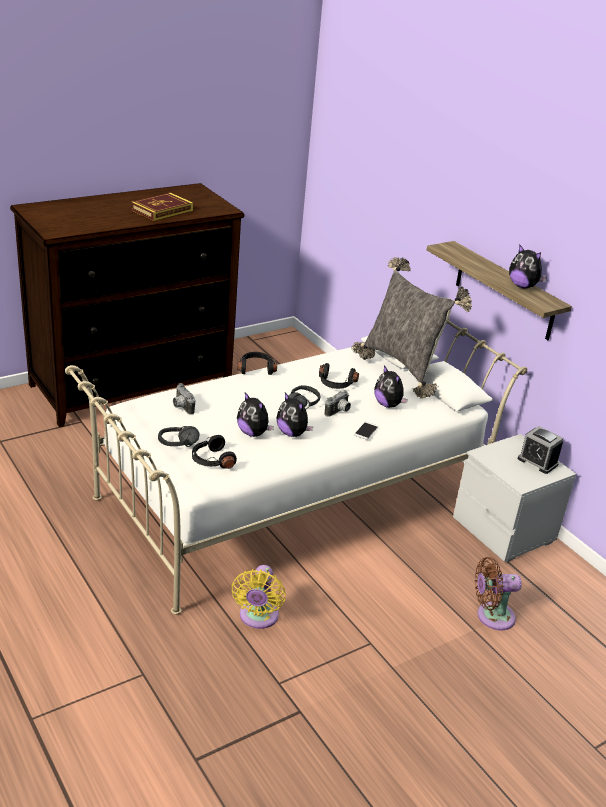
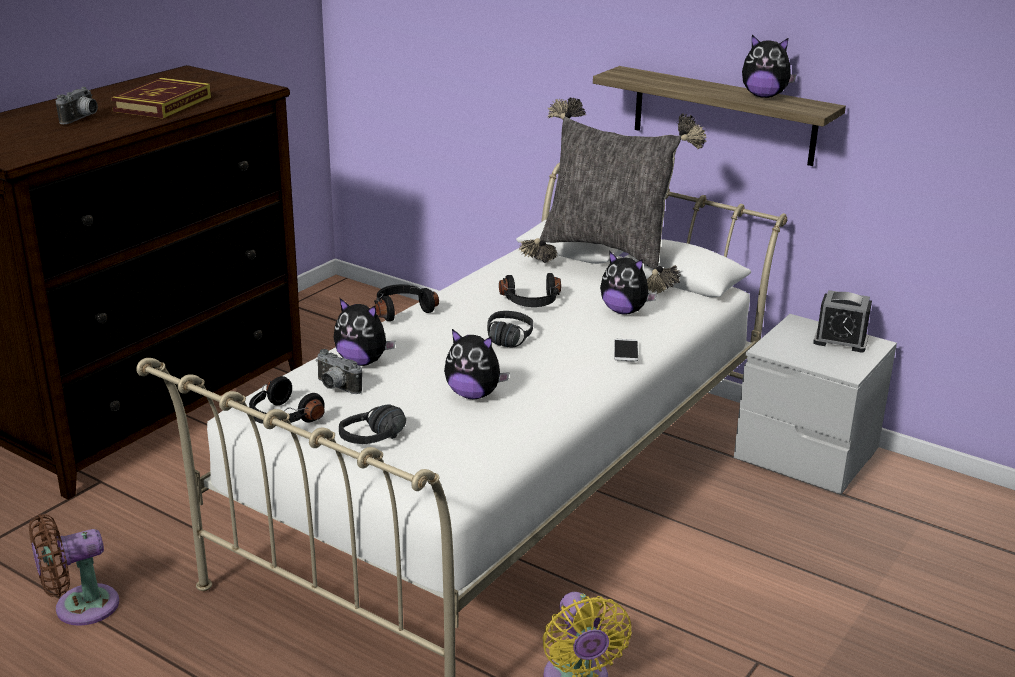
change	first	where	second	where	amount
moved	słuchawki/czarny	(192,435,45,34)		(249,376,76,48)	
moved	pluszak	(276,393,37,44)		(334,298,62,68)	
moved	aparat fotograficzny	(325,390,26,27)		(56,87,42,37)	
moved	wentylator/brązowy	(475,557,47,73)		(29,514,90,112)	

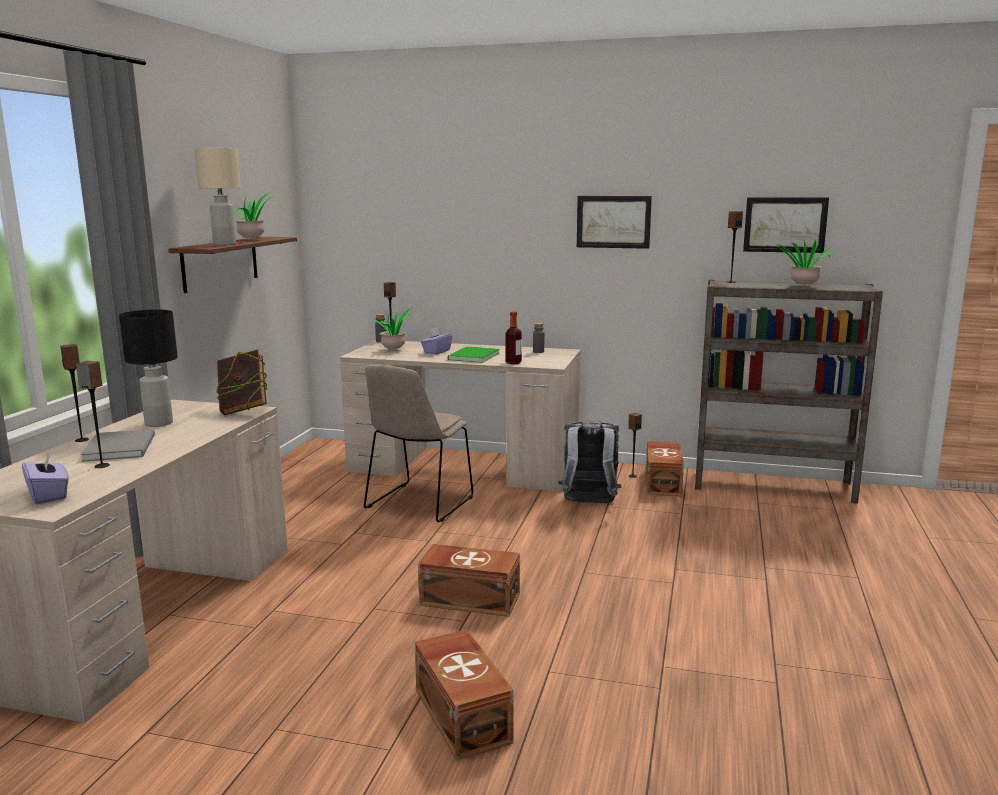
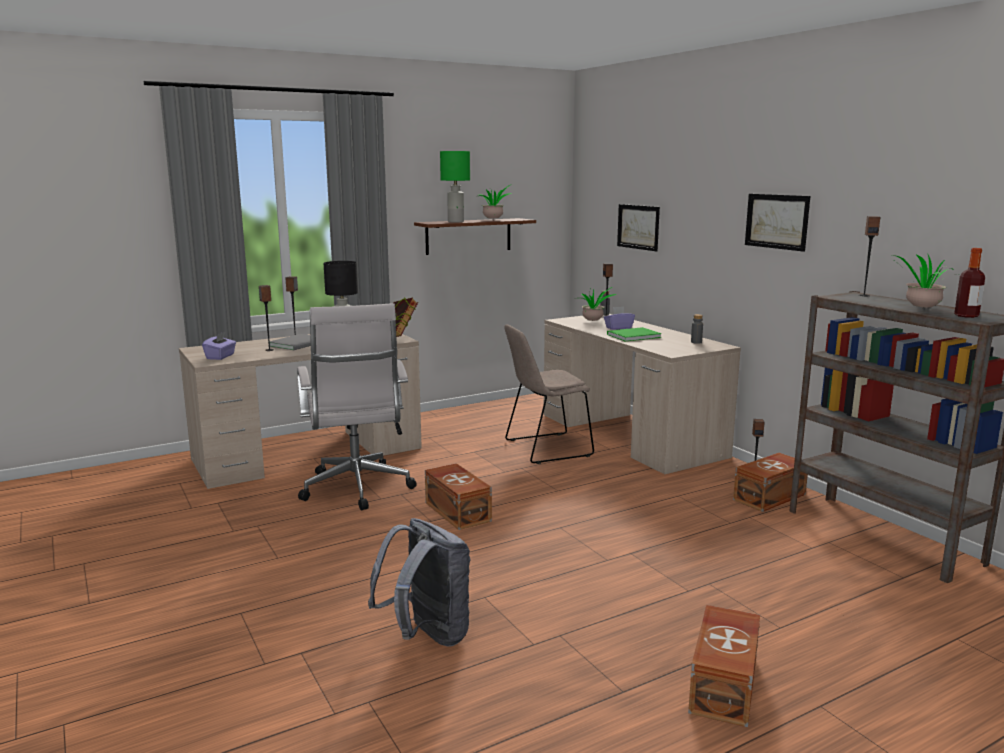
change	first	where	second	where	amount
added			krzesło biurowe/biały	(297,303,120,208)	
moved	pojemnik do przechowywania/brązowy	(415,630,99,131)		(688,605,72,122)	
moved	butelka	(505,311,17,53)		(954,248,31,70)	
moved	plecak/szary	(558,420,63,83)		(368,518,103,129)	
moved	obraz	(743,197,86,56)		(617,204,43,47)	
recoloured	lampa stołowa/beżowy	(195,148,46,97)	lampa stołowa/zielony	(440,151,30,71)	

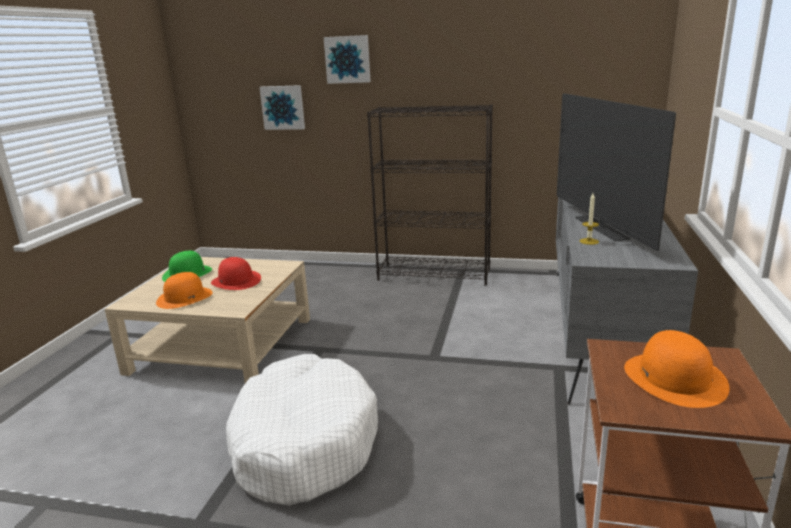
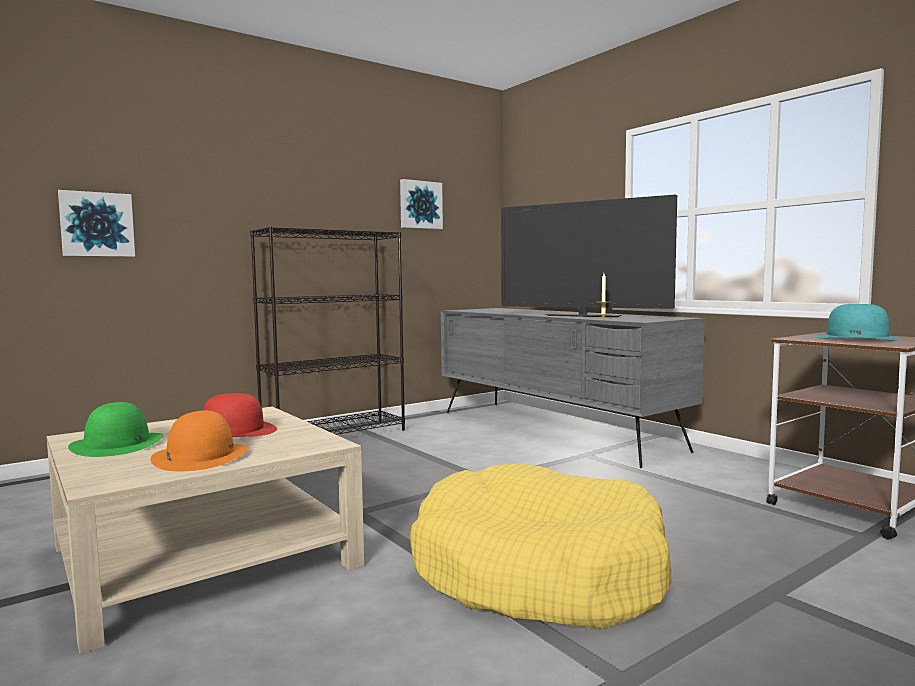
change	first	where	second	where	amount
moved	obraz	(324,35,47,49)		(400,179,43,51)	
recoloured	legowisko/biały	(226,354,152,152)	legowisko/żółty	(410,464,261,165)	
recoloured	kapelusz/pomarańczowy	(624,330,106,78)	kapelusz/turkusowy	(814,304,89,37)	

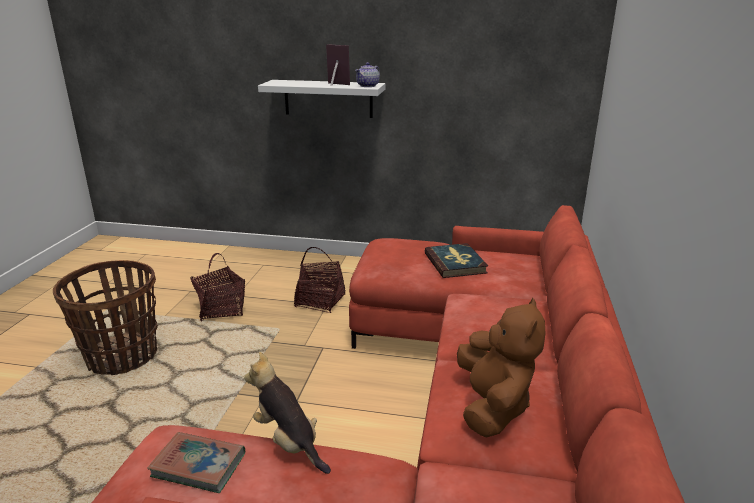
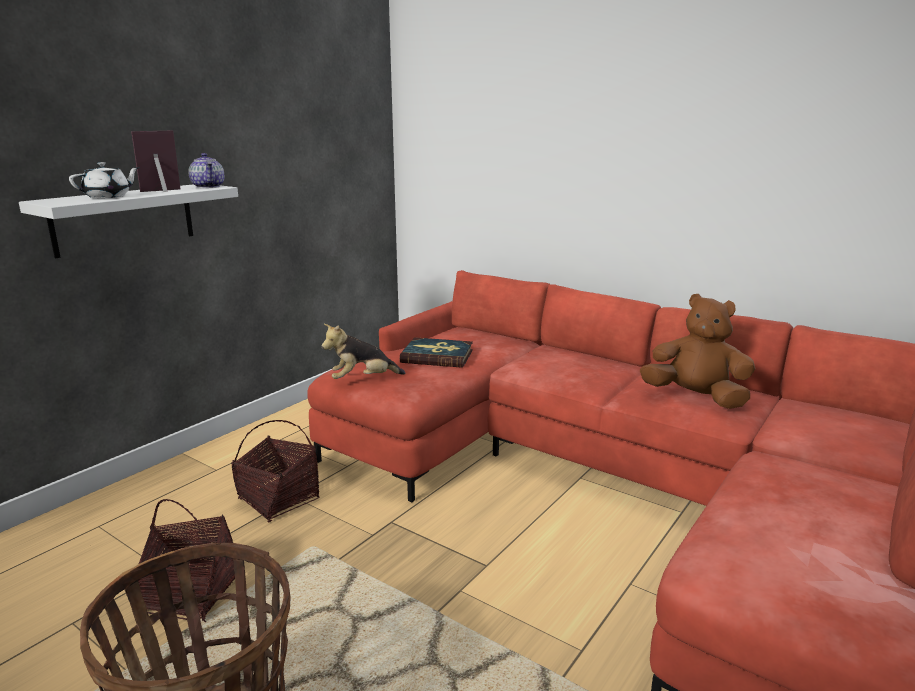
change	first	where	second	where	amount
removed	książka	(147,432,98,61)			
added			imbryk/biały	(69,162,71,36)	
moved	pluszak	(244,352,87,122)		(322,324,84,55)	

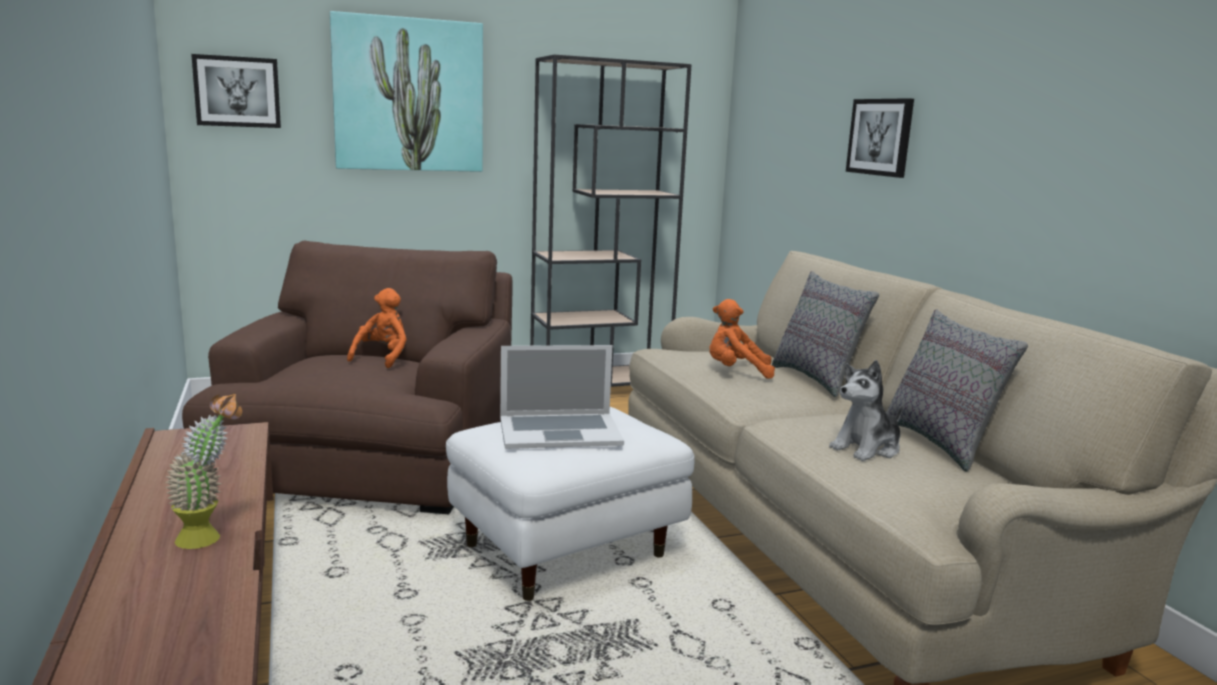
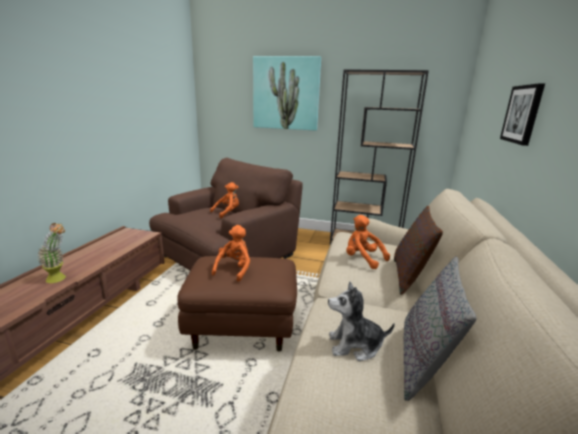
change	first	where	second	where	amount
removed	obraz	(191,54,90,74)			
replaced	laptop	(500,345,124,104)	pluszak/pomarańczowy	(212,225,38,57)	
recoloured	pufa/biały	(446,407,249,194)	pufa/brązowy	(177,256,120,95)	
recoloured	poduszka/szary	(772,271,107,126)	poduszka/brązowy	(394,206,49,89)	

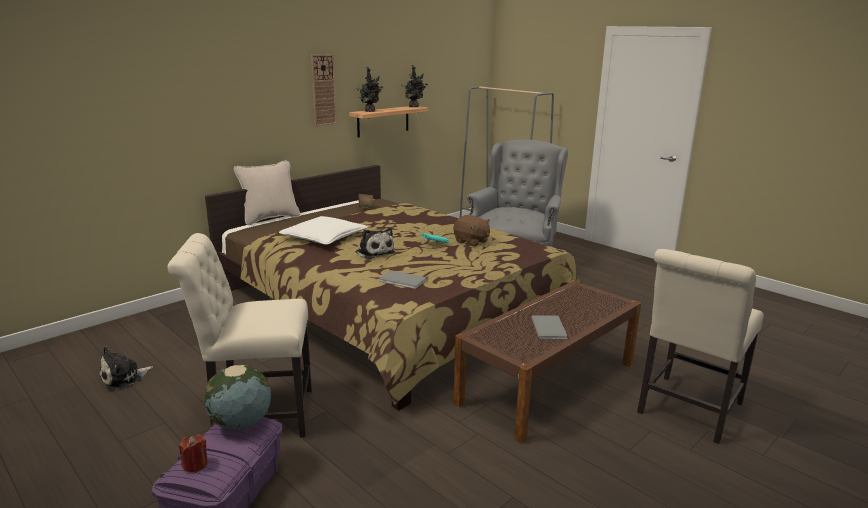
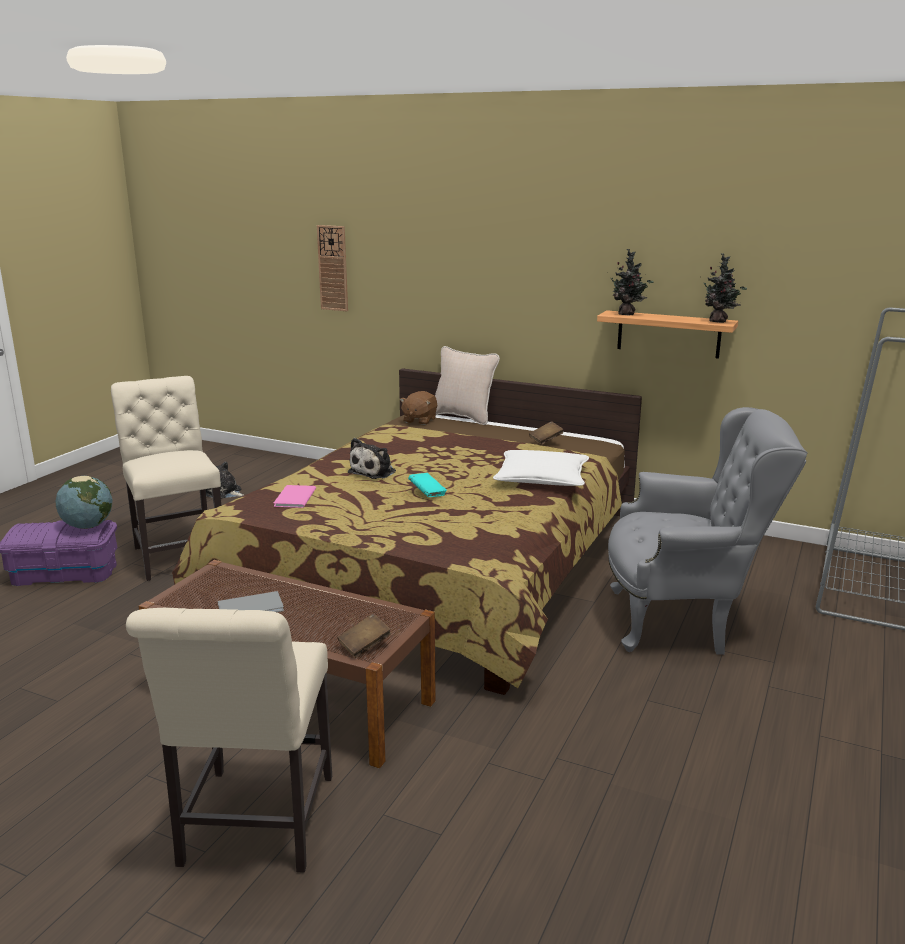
change	first	where	second	where	amount
removed	świeca/czerwony	(179,434,28,39)			
added			książka/brązowy	(337,613,54,45)	
moved	poduszka/biały	(279,216,89,29)		(493,450,96,36)	
moved	zegar ścienny	(311,54,26,72)		(317,225,31,86)	
moved	pluszak/brązowy	(453,215,37,32)		(400,391,37,34)	
recoloured	książka/szary	(379,270,48,19)	książka/różowy	(274,485,42,23)	
turned	krzesło/beżowy	(637,249,127,195)		(126,608,206,265)	105 degrees counterclockwise

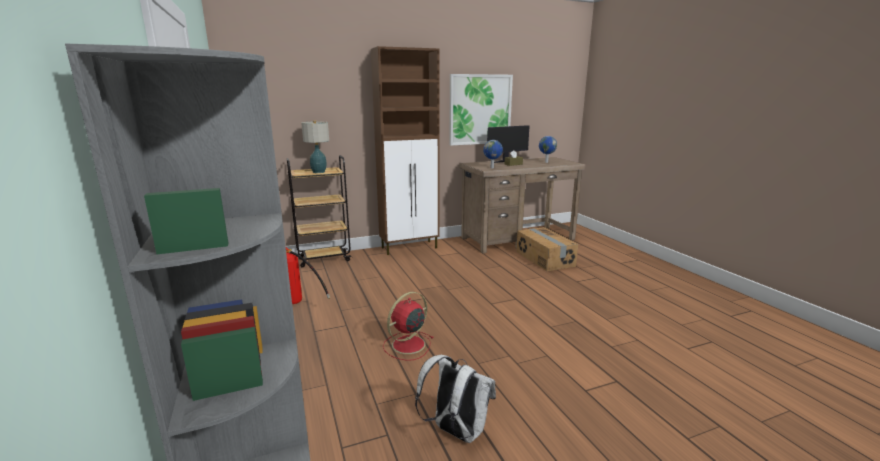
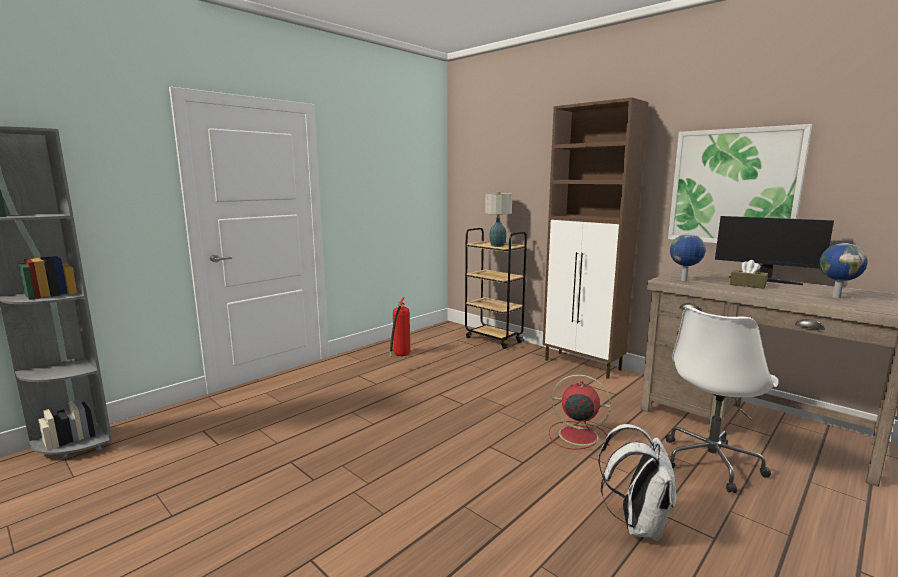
change	first	where	second	where	amount
moved	wentylator/czerwony	(383,292,51,69)		(549,374,62,76)	
moved	plecak/biały	(415,354,81,89)		(598,424,78,117)	
replaced	karton	(516,227,62,44)	krzesło biurowe/biały	(665,307,114,186)	

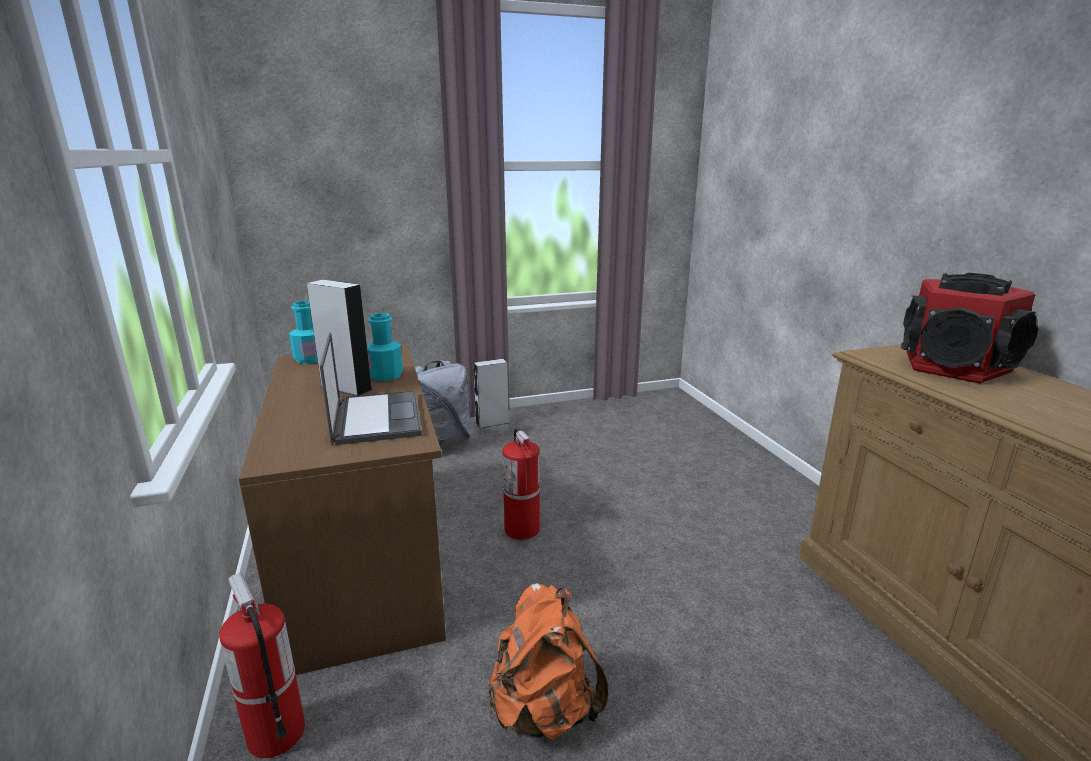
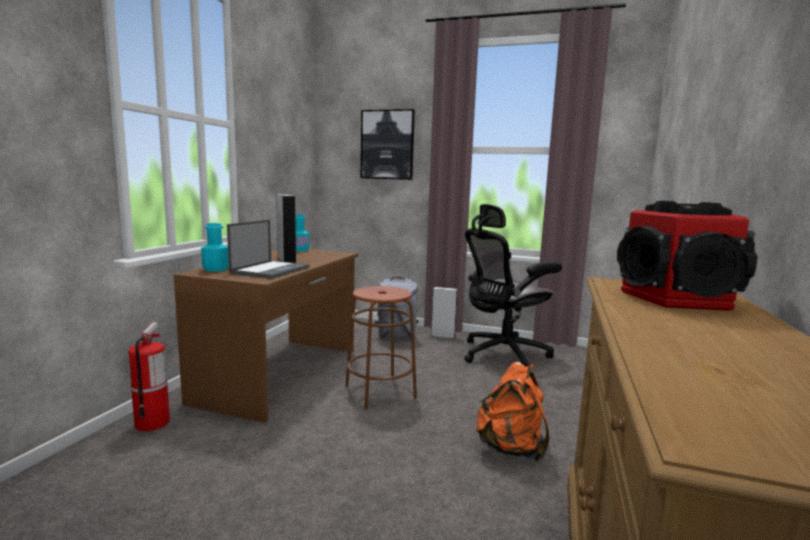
change	first	where	second	where	amount
added			obraz	(361,109,54,71)	
added			krzesło biurowe	(464,204,98,163)	
moved	butelka/turkusowy	(367,313,36,68)		(201,223,28,49)	
moved	plecak/pomarańczowy	(489,583,119,157)		(475,362,75,100)	
replaced	gaśnica	(502,428,38,112)	stołek/brązowy	(345,286,72,123)	

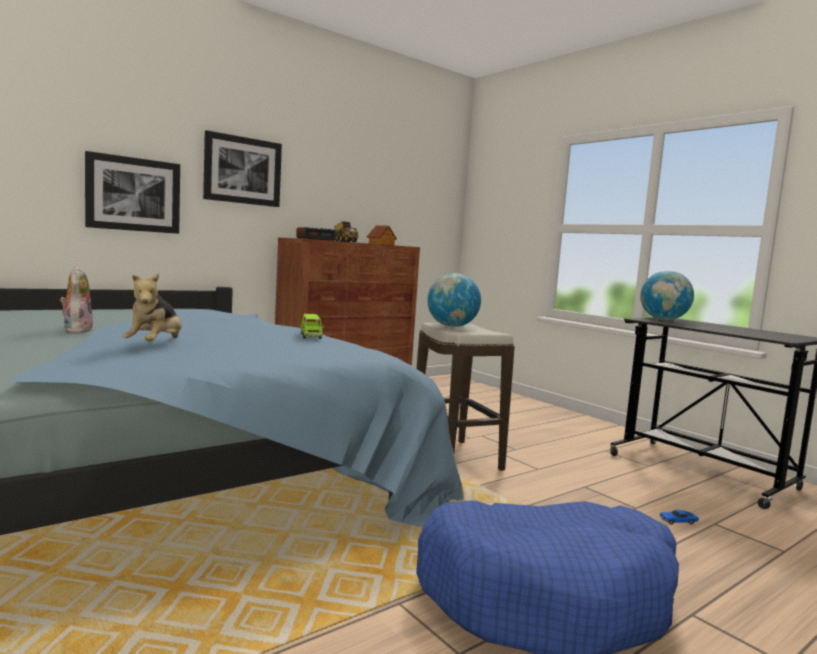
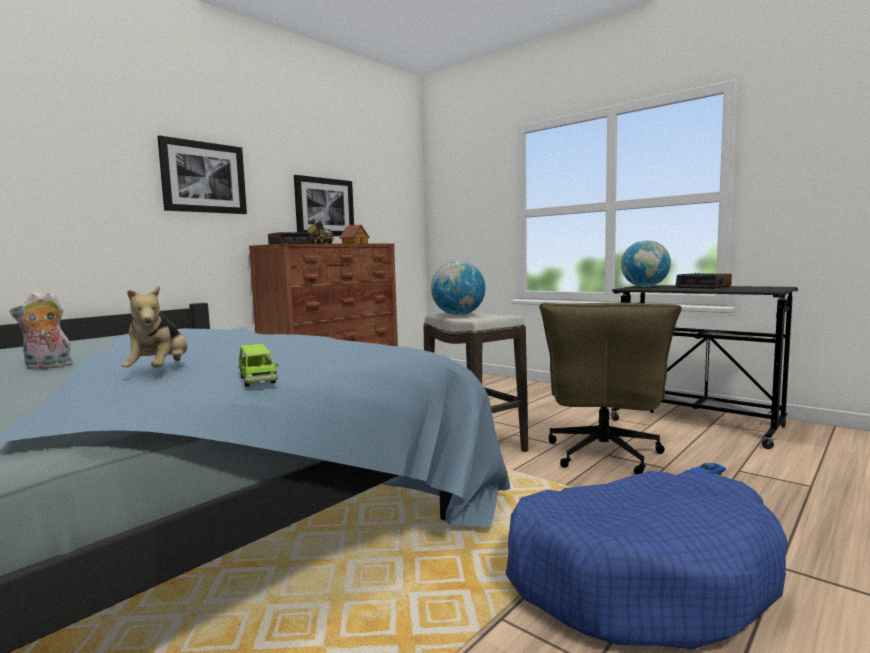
change	first	where	second	where	amount
added			krzesło biurowe/beżowy	(539,303,143,172)	
added			budzik	(675,273,57,16)	
moved	obraz	(85,151,95,83)		(294,175,60,61)	
moved	samochodzik/zielony	(300,314,24,25)		(238,344,40,42)	
turned	pluszak	(60,266,33,67)		(10,291,65,79)	90 degrees counterclockwise

